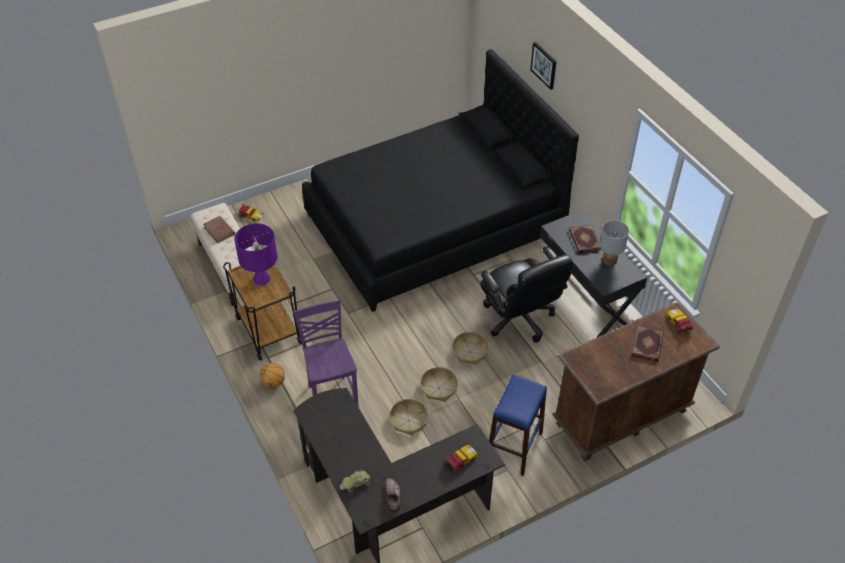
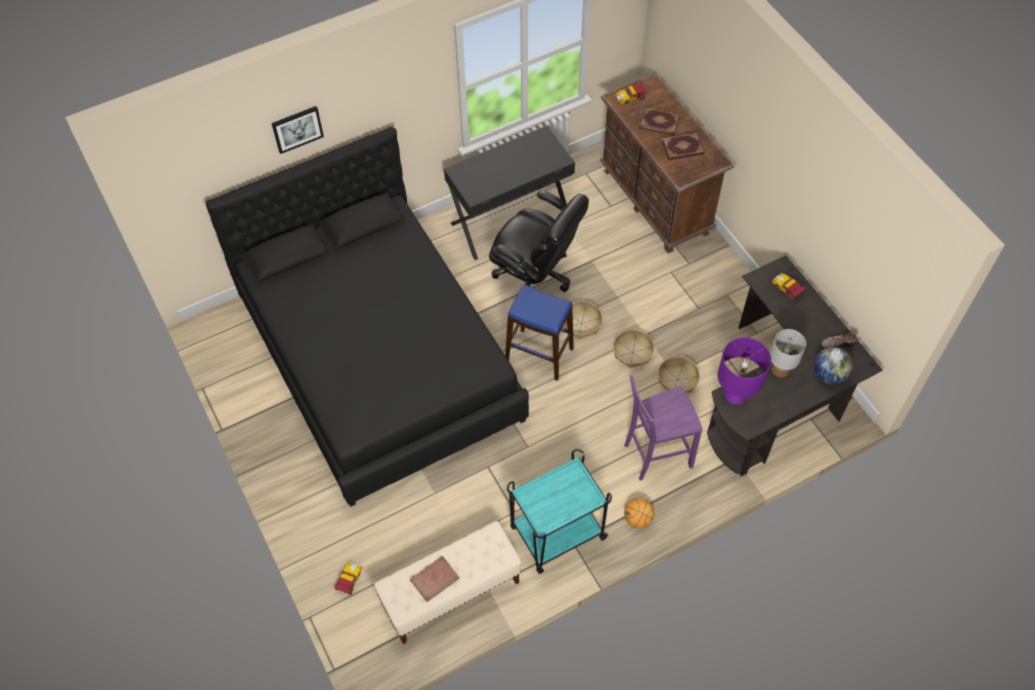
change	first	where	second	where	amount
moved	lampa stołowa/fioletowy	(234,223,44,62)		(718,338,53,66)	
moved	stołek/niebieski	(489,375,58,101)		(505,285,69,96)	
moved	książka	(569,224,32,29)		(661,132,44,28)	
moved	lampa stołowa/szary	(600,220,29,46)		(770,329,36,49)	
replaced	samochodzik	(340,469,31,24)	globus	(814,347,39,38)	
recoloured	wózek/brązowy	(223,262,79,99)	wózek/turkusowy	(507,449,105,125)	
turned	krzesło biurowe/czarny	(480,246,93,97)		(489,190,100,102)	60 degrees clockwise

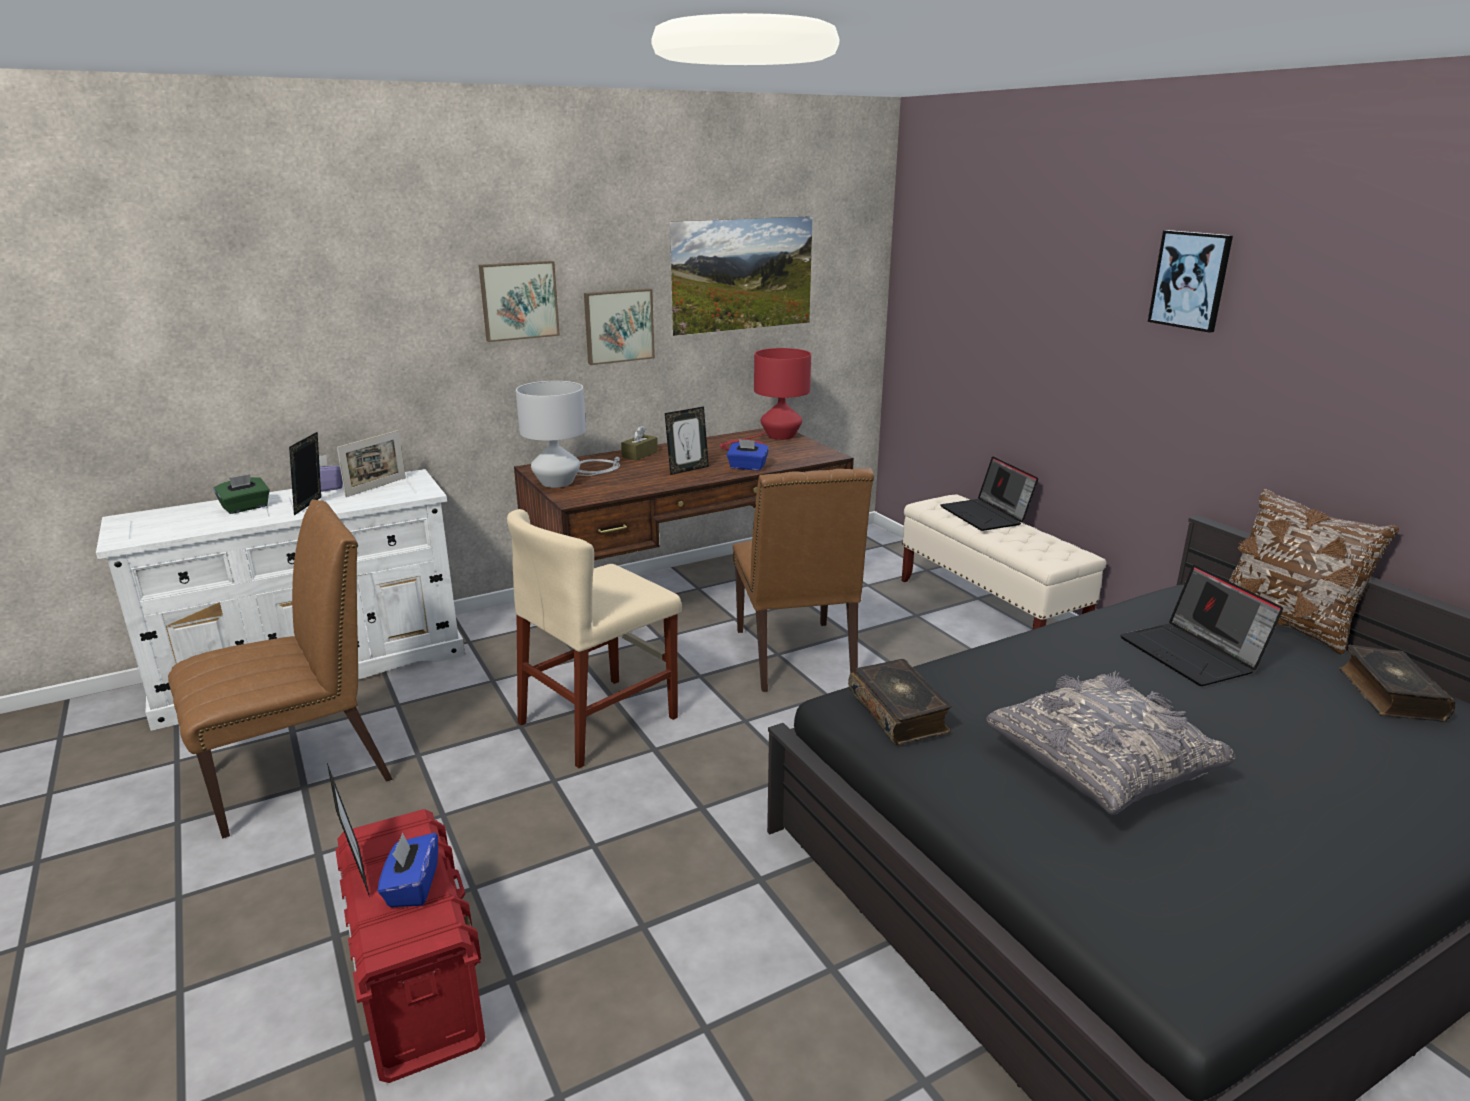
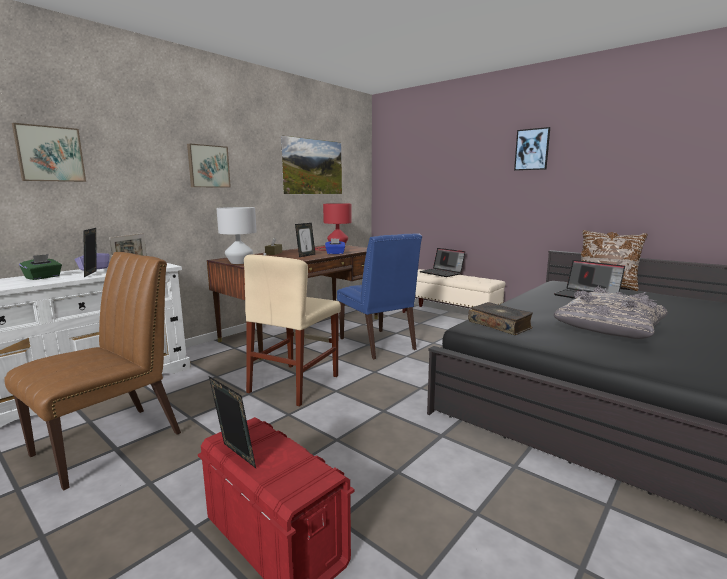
change	first	where	second	where	amount
removed	pudełko chusteczek/niebieski	(378,833,60,74)			
removed	książka	(1339,645,116,77)			
moved	obraz	(584,288,71,77)		(12,123,74,59)	
recoloured	krzesło/brązowy	(733,468,141,224)	krzesło/niebieski	(337,233,85,126)	

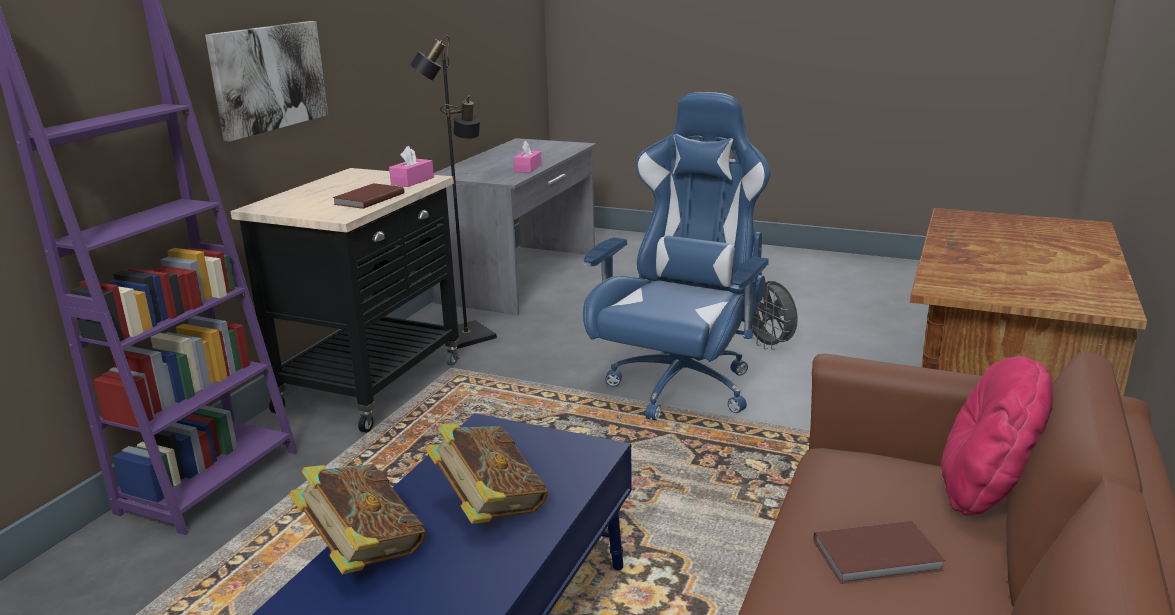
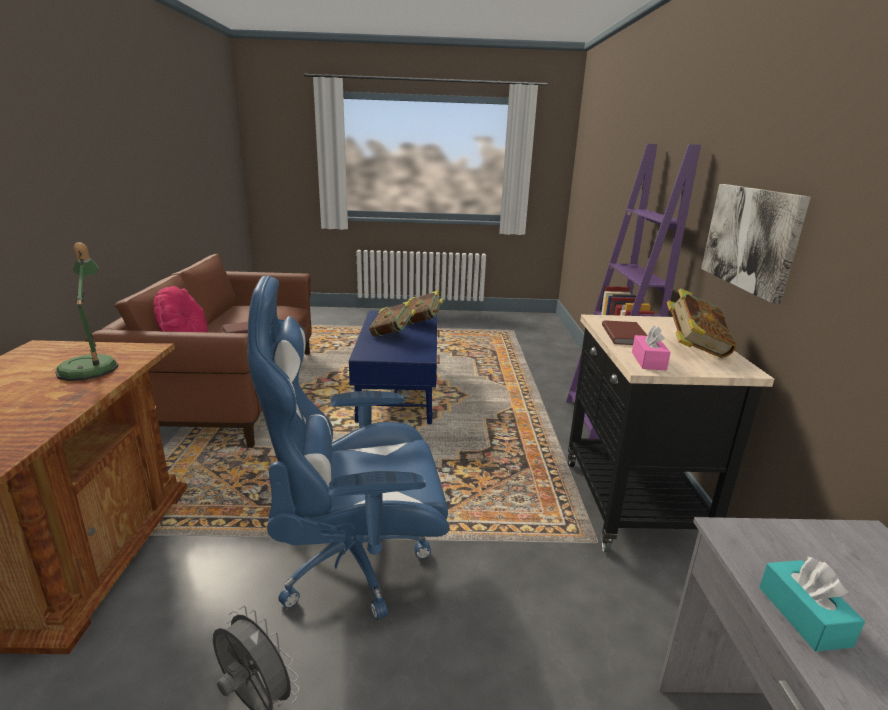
change	first	where	second	where	amount
removed	lampa stojąca/czarny	(410,36,87,313)			
added			lampa stołowa	(55,242,63,139)	
added			książka	(667,288,69,70)	
recoloured	pudełko chusteczek/różowy	(514,140,28,33)	pudełko chusteczek/turkusowy	(759,557,106,94)	
turned	krzesło biurowe/niebieski	(583,92,187,328)		(247,276,202,344)	75 degrees clockwise

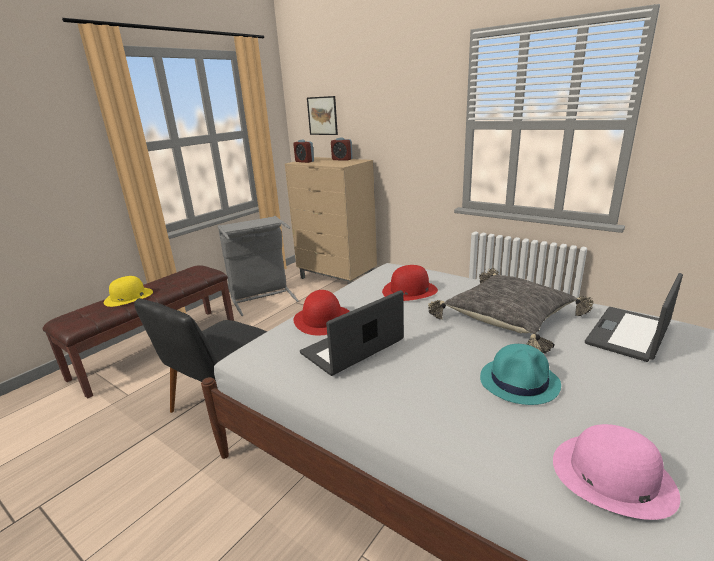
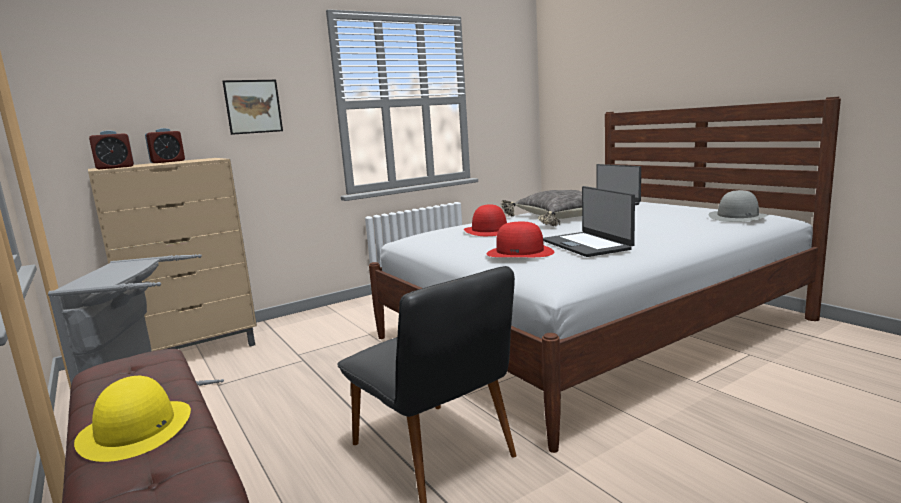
change	first	where	second	where	amount
removed	kapelusz/turkusowy	(480,344,81,61)			
moved	obraz	(307,96,31,39)		(223,80,60,55)	
recoloured	kapelusz/różowy	(553,424,127,96)	kapelusz/szary	(708,190,60,32)	

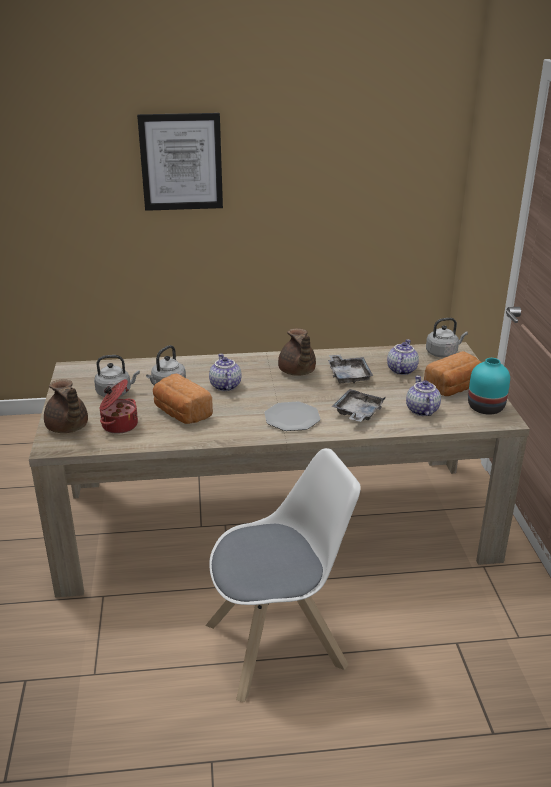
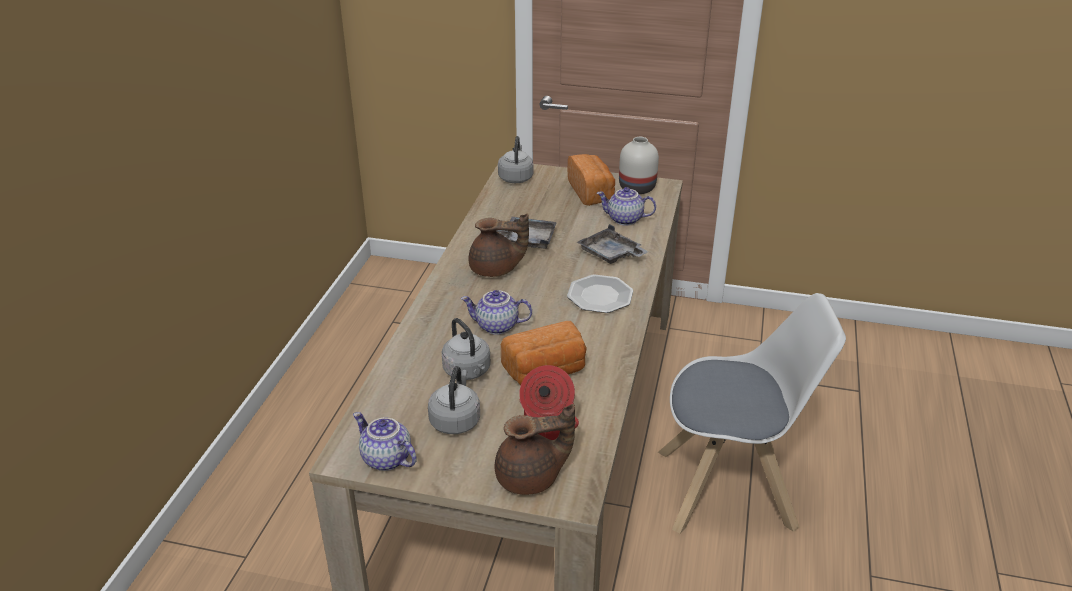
change	first	where	second	where	amount
removed	obraz	(137,113,86,98)			
moved	imbryk	(387,339,32,36)		(353,412,64,59)	
recoloured	wazon/turkusowy	(468,358,42,57)	wazon/biały	(619,137,40,57)	
turned	krzesło	(205,448,156,254)		(658,293,188,241)	90 degrees clockwise

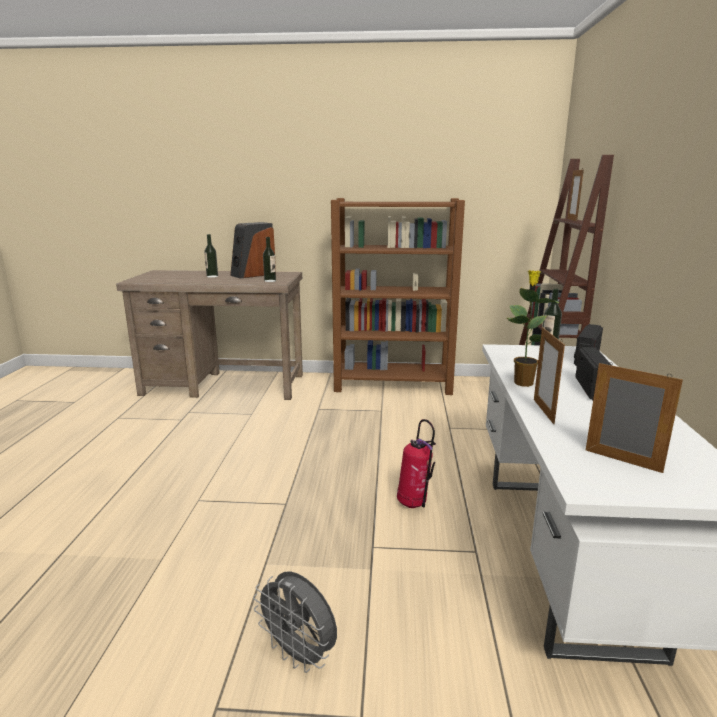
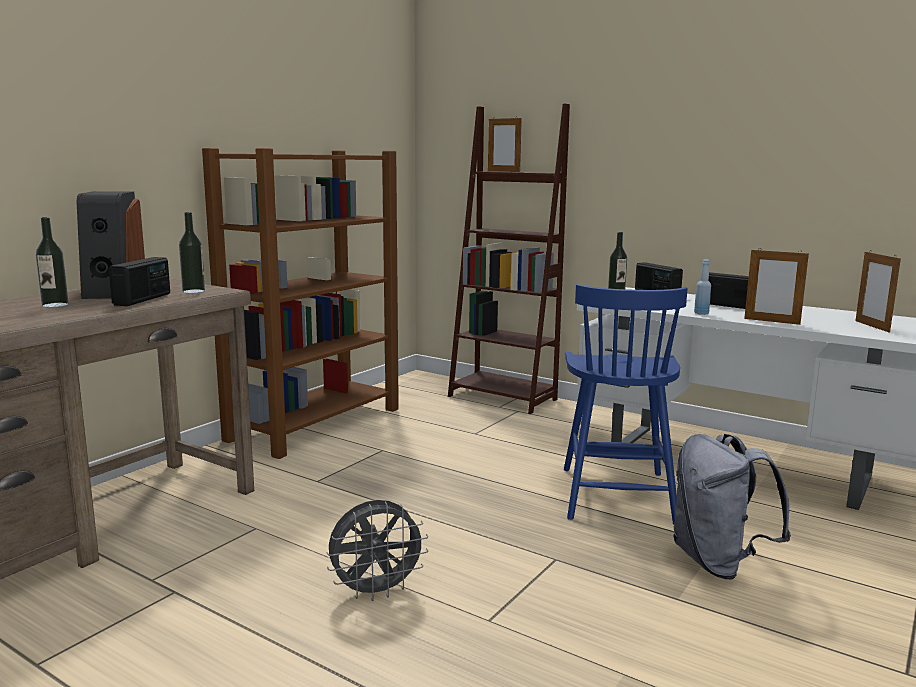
change	first	where	second	where	amount
added			radio	(109,257,61,49)	
added			plecak/szary	(673,434,118,146)	
moved	wentylator/szary	(253,571,84,102)		(327,500,101,101)	
replaced	gaśnica	(397,419,39,89)	krzesło/niebieski	(564,284,124,240)	
replaced	roślina doniczkowa	(507,270,52,117)	butelka/niebieski	(694,260,17,55)	
turned	ramka na zdjęcie	(586,362,97,111)		(855,250,46,83)	75 degrees counterclockwise

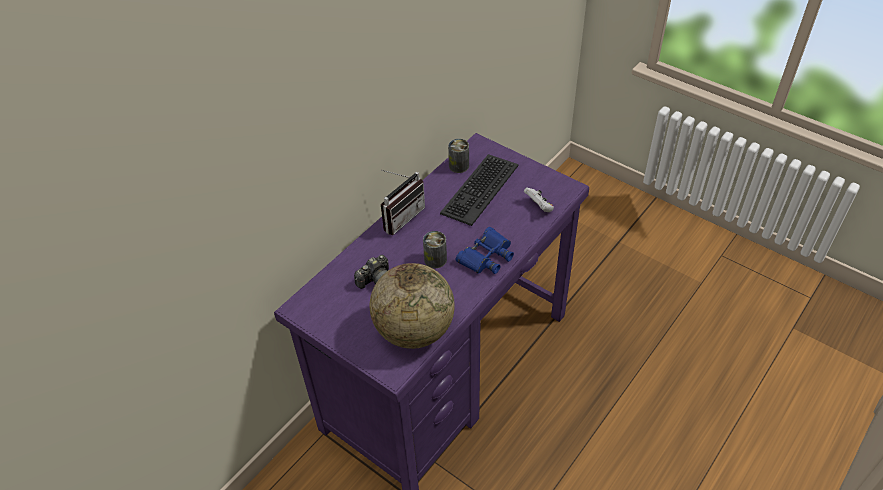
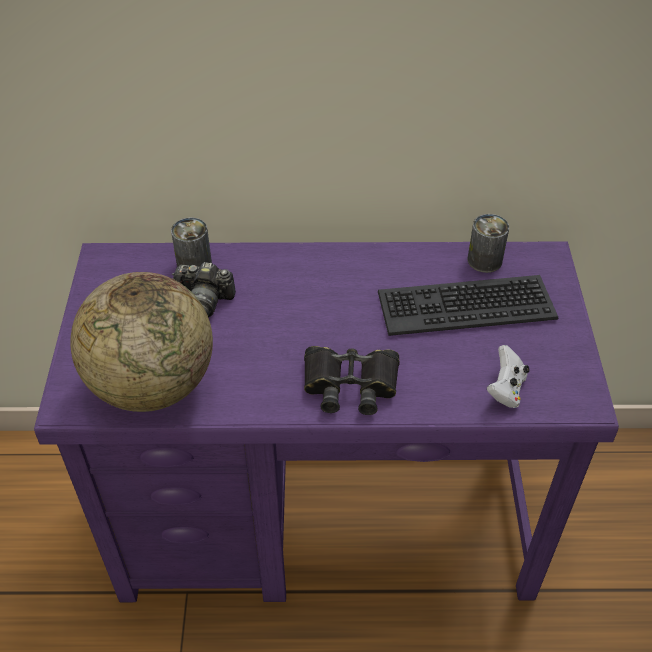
change	first	where	second	where	amount
removed	radio	(381,170,44,65)			
moved	puszka	(423,231,24,37)		(171,217,41,50)	
recoloured	lornetka/niebieski	(456,227,58,47)	lornetka/czarny	(304,346,96,69)	

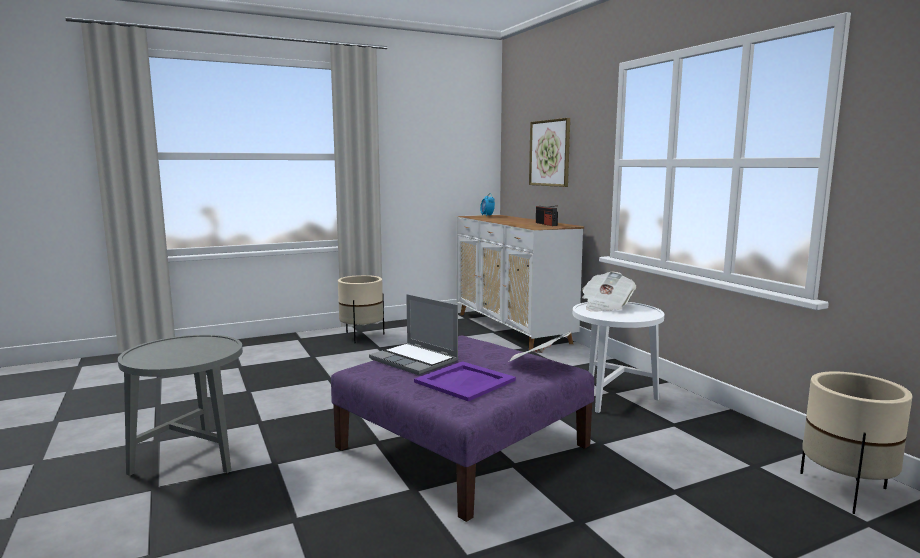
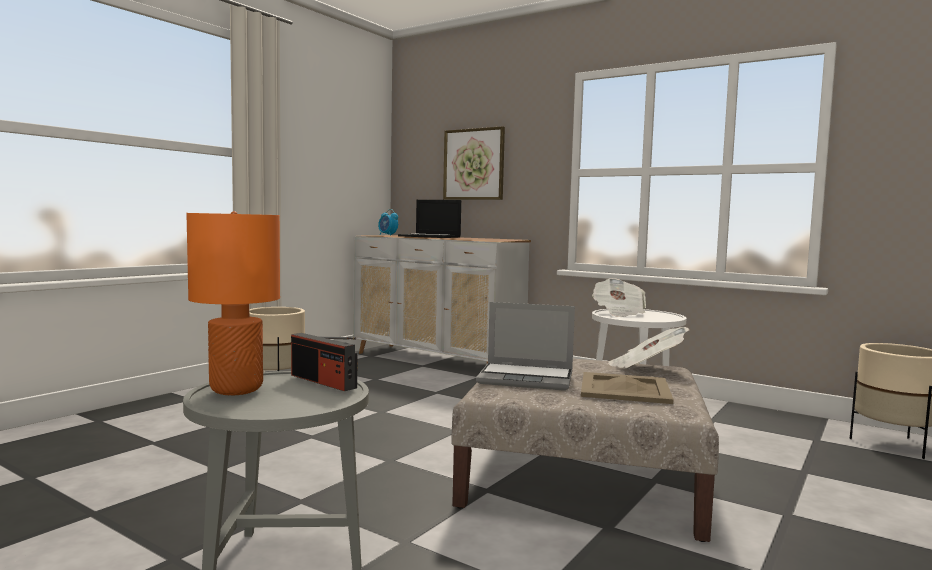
change	first	where	second	where	amount
added			lampa stołowa/pomarańczowy	(186,211,94,184)	
added			laptop	(398,200,63,38)	
moved	radio	(536,205,22,21)		(291,333,66,58)	
recoloured	pufa/fioletowy	(331,335,263,187)	pufa/beżowy	(451,359,268,183)	
recoloured	taca/fioletowy	(414,361,102,40)	taca/beżowy	(581,372,93,32)	

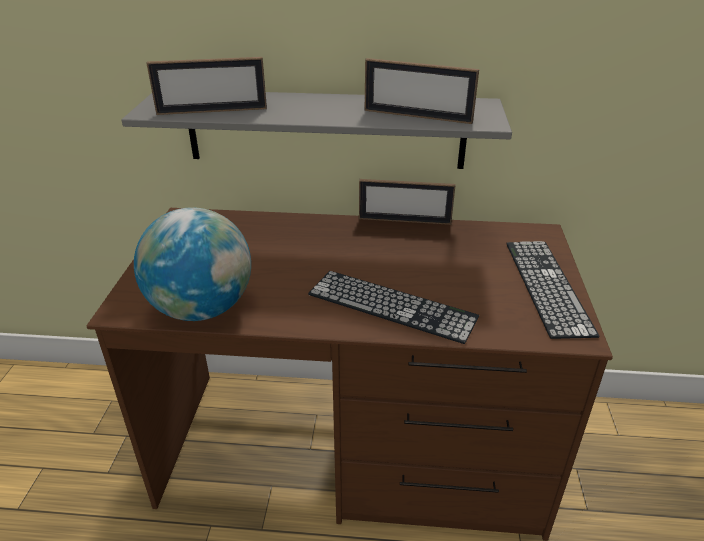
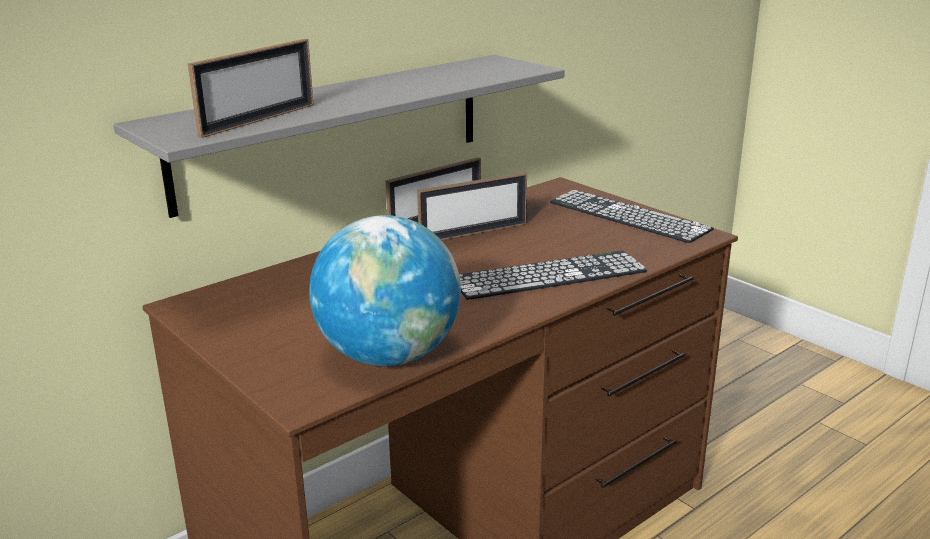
change	first	where	second	where	amount
moved	ramka na zdjęcie	(365,58,114,66)		(417,172,110,68)	

